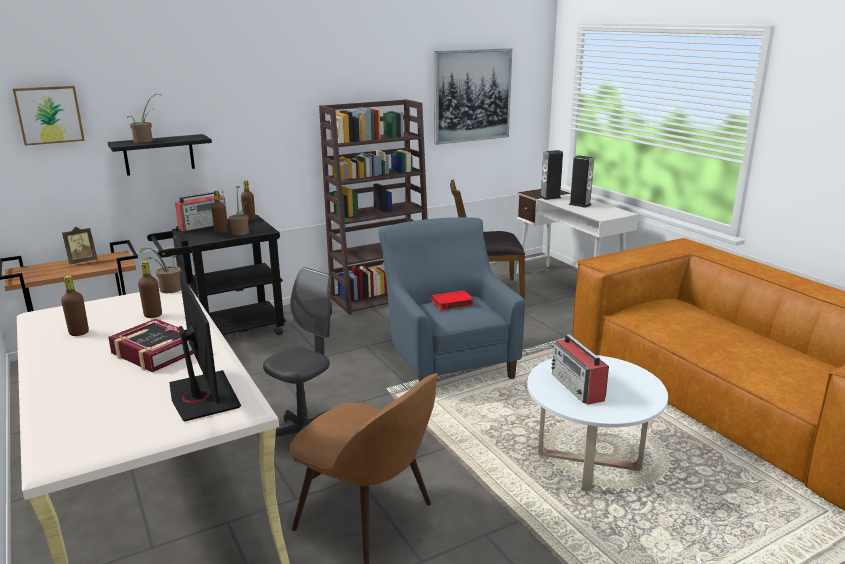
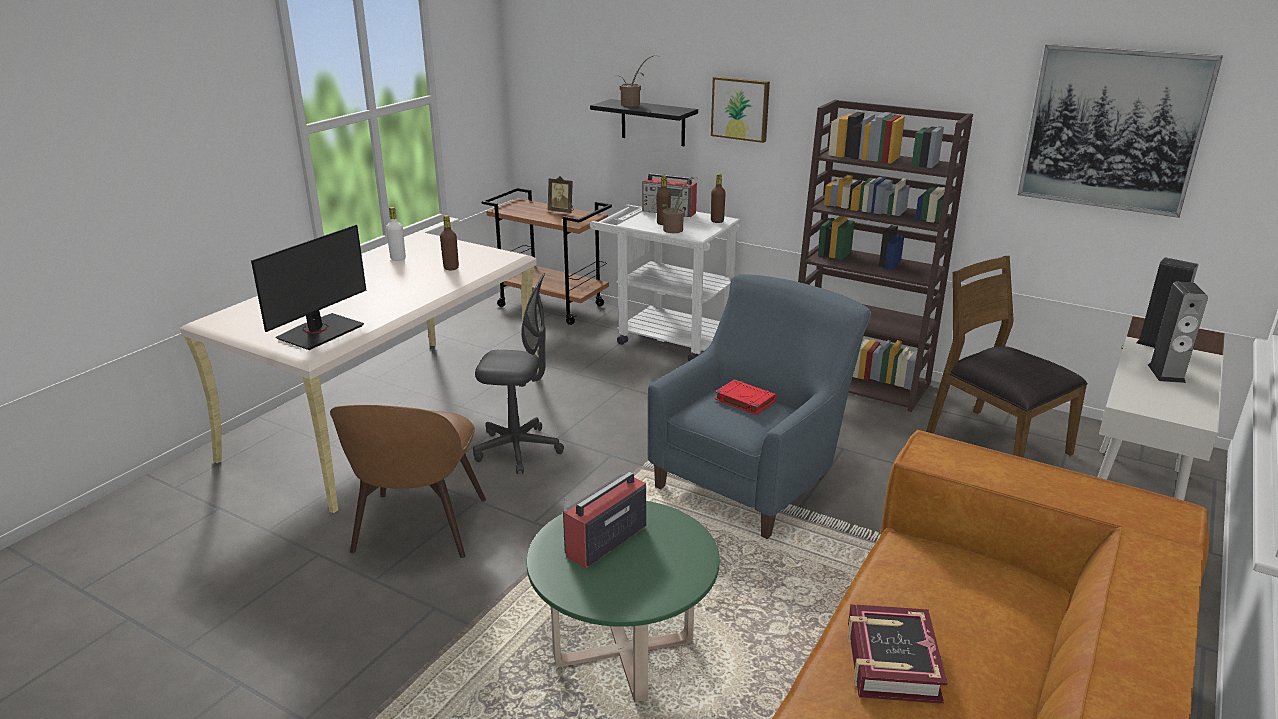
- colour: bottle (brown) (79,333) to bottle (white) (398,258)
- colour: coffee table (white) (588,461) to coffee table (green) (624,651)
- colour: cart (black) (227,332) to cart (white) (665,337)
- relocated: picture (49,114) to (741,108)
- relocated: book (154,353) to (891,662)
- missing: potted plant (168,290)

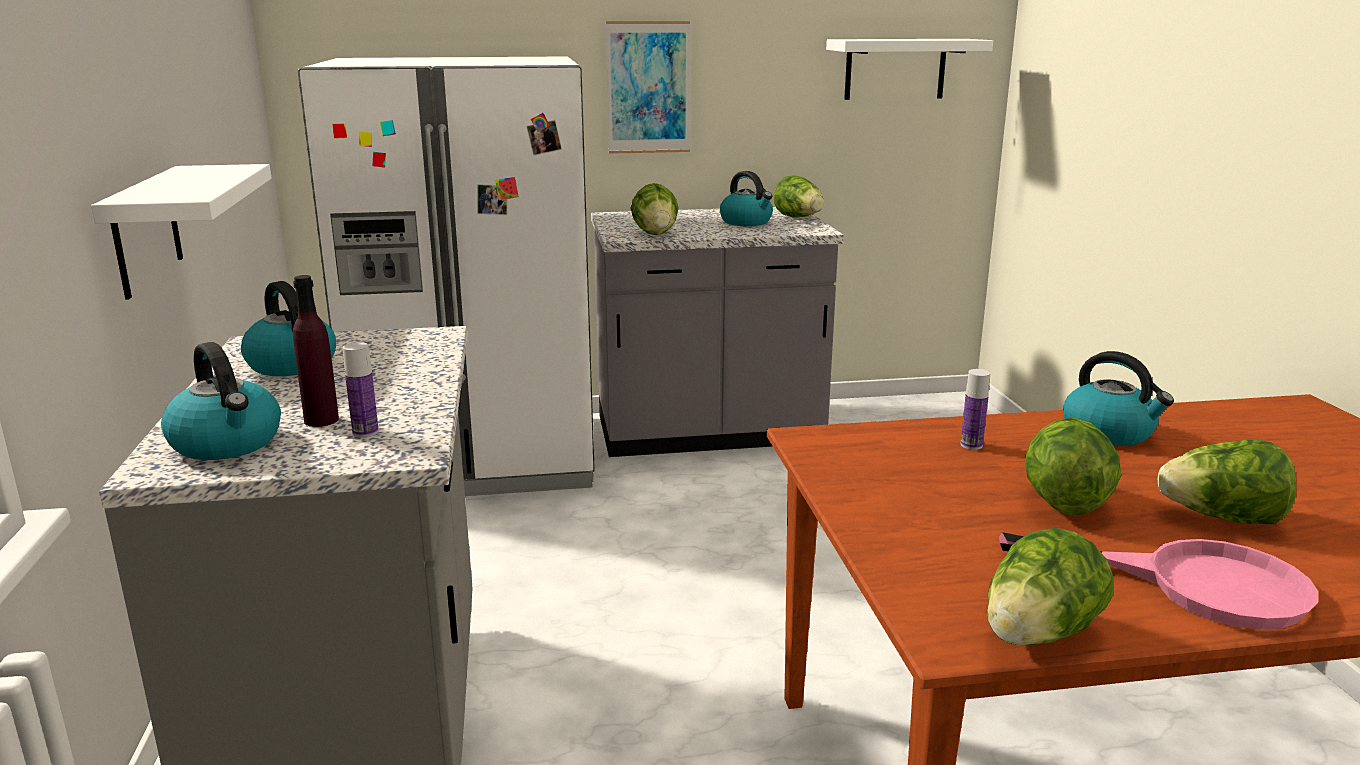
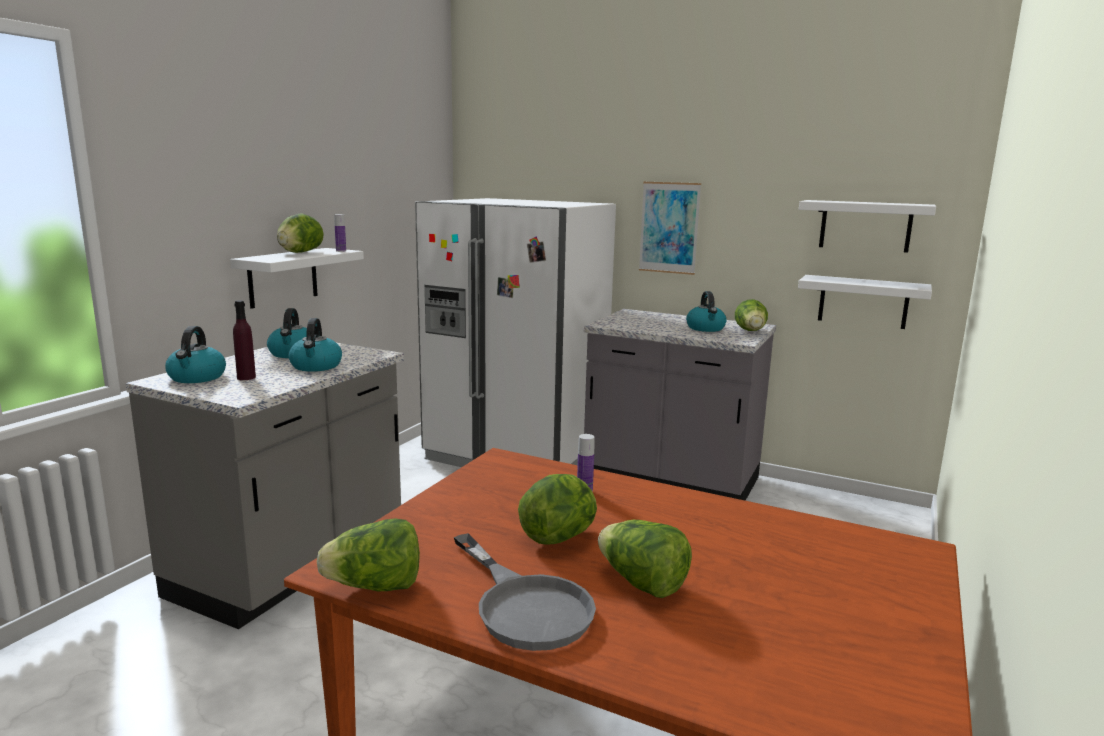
- relocated: lettuce (655,234) to (300,252)
- relocated: kettle (1109,433) to (316,366)
- relocated: bottle (365,432) to (341,251)
- colour: frying pan (pink) (1193,584) to frying pan (grey) (525,605)
- appeared: shelf (white) (863,302)

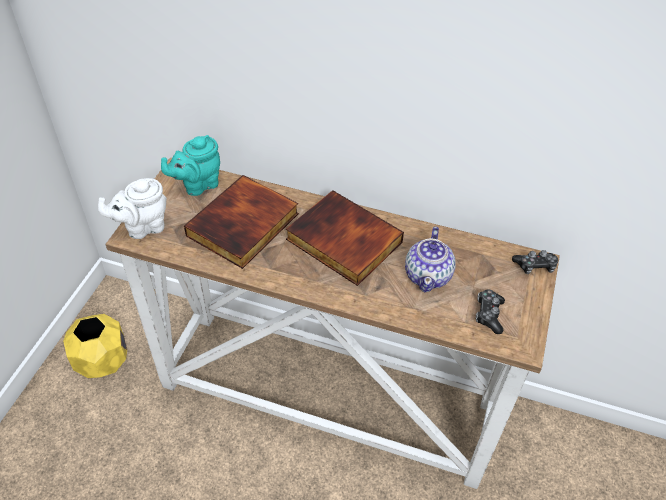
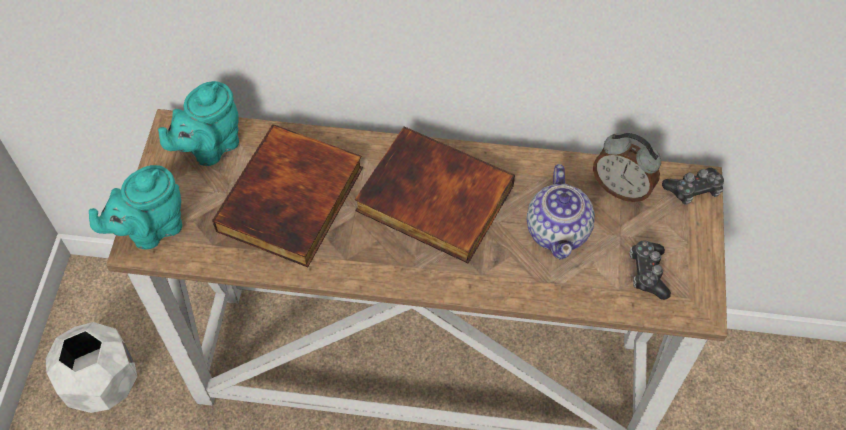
- colour: planter (yellow) (103,360) to planter (white) (102,382)
- colour: teapot (white) (142,227) to teapot (turquoise) (151,229)
- appeared: alarm clock (621,188)

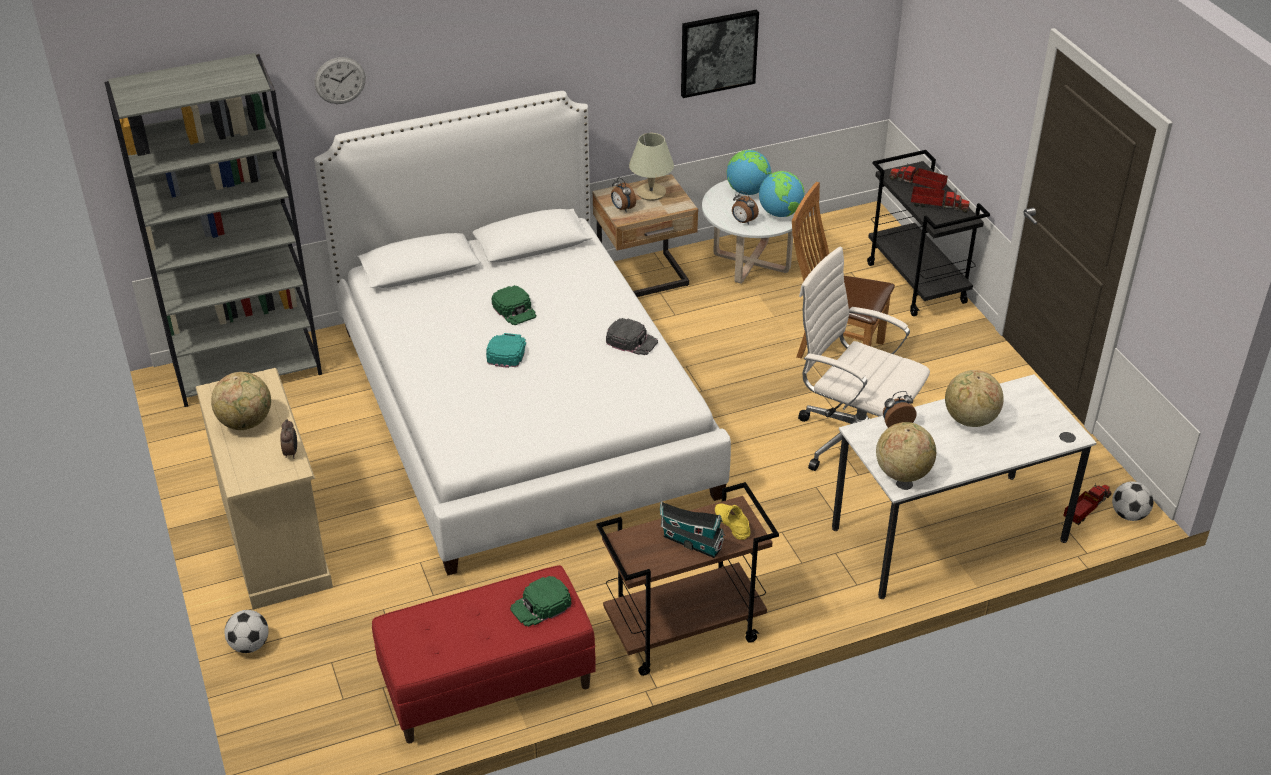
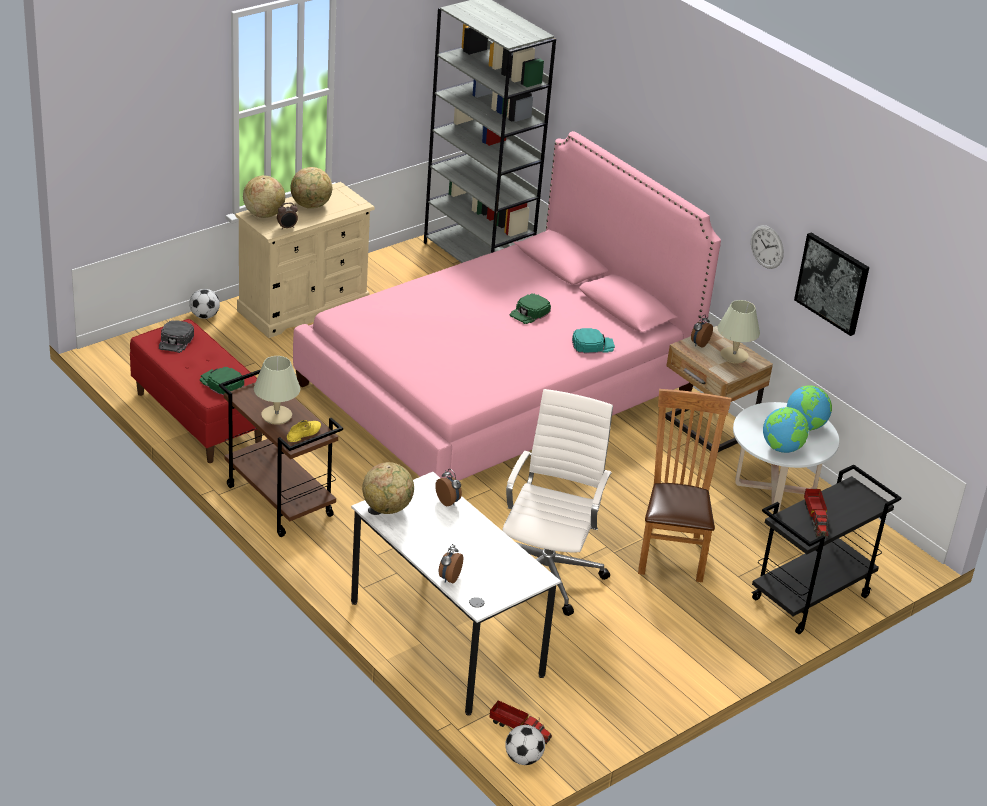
- relocated: cap (black) (632,341) to (176,340)
- relocated: globe (969,420) to (263,214)
- exchanged: toy house (690,542) to table lamp (beige) (276,416)
- colour: bed (white) (522,409) to bed (pink) (496,389)
- relocated: alarm clock (743,221) to (449,578)
- relocated: cap (turquoise) (507,351) to (592,345)
- relocated: wall clock (340,80) to (767,247)
- missing: toy truck (918,184)

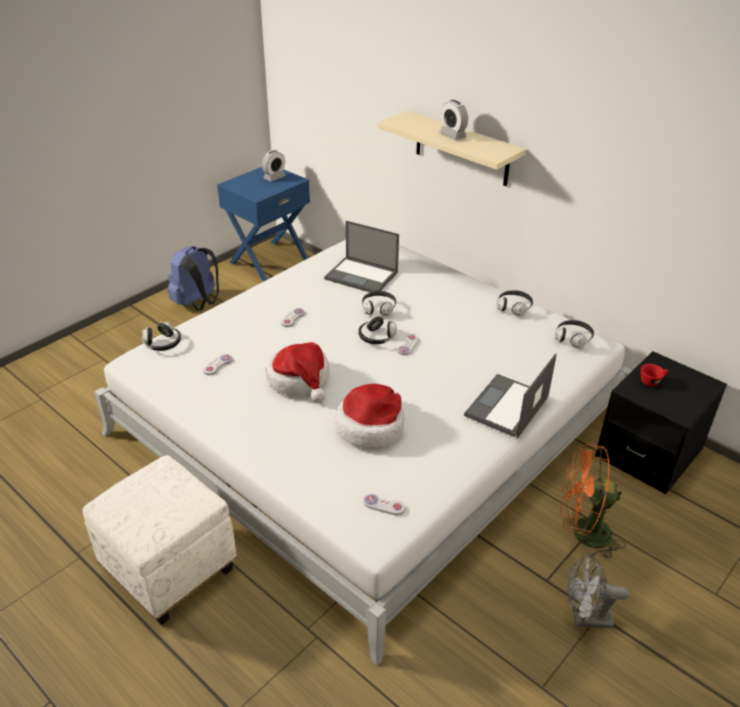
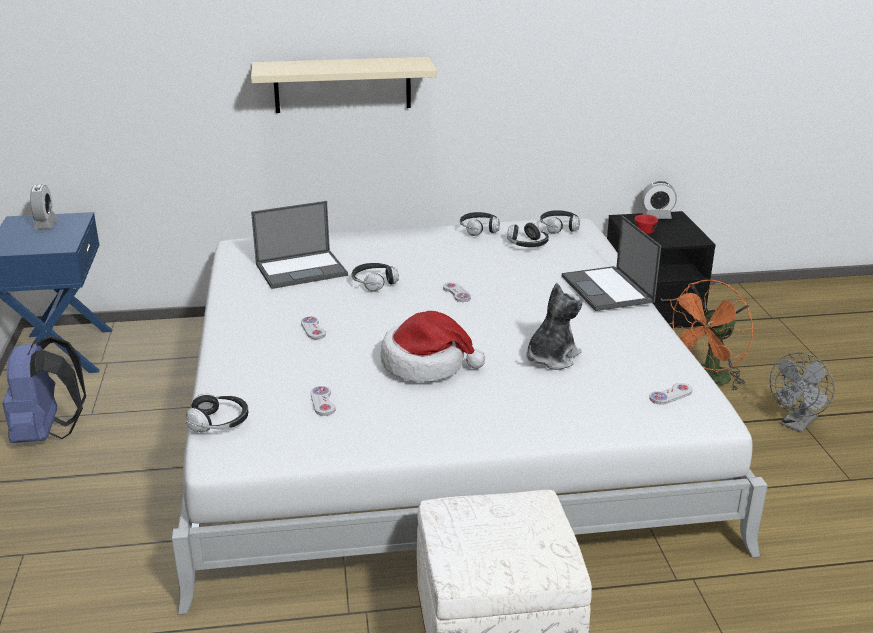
- relocated: headphones (377,337) to (527,245)
- exchanged: hat (371,426) to plush toy (551,358)
- relocated: alarm clock (452,135) to (656,217)

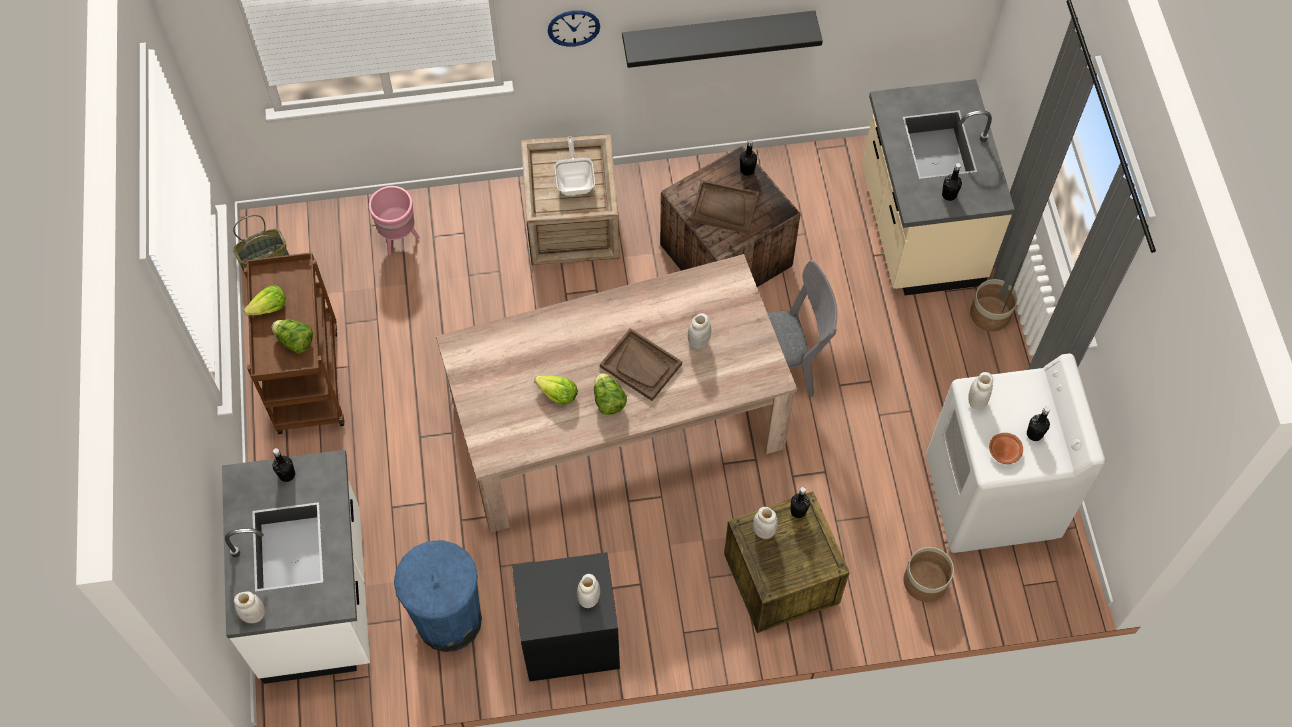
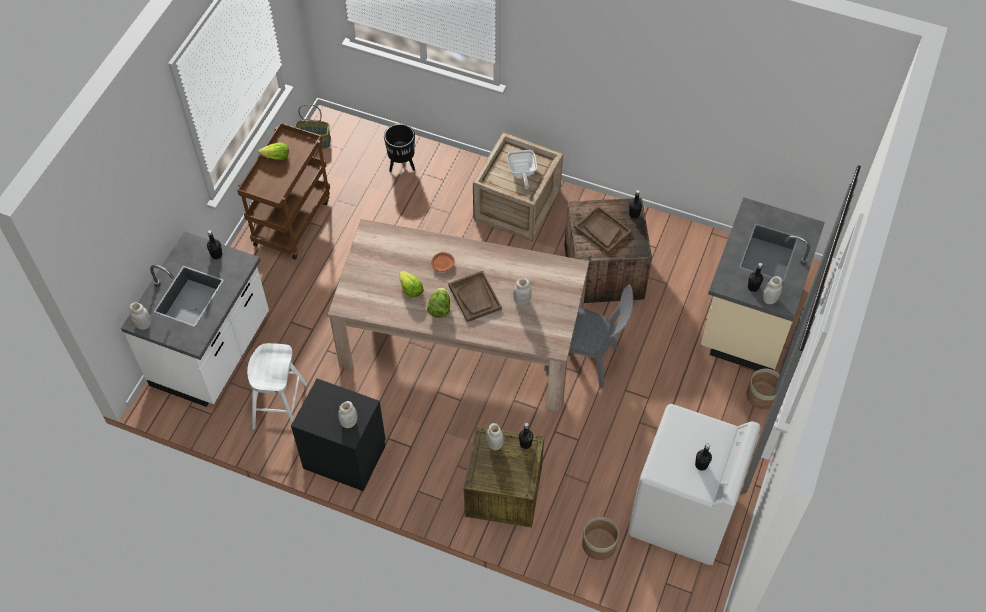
- exchanged: trash can (blue) (449,620) to stool (white) (280,406)
- colour: planter (pink) (399,238) to planter (black) (402,165)
- relocated: plate (brown) (1004,450) to (443,264)
- spun: frying pan (575,181) = (522,173) 150 degrees clockwise
- relocated: jar (white) (976,401) to (769,299)
- missing: lettuce (295,341)
- missing: wall clock (573,27)
- missing: shelf (black) (718,34)

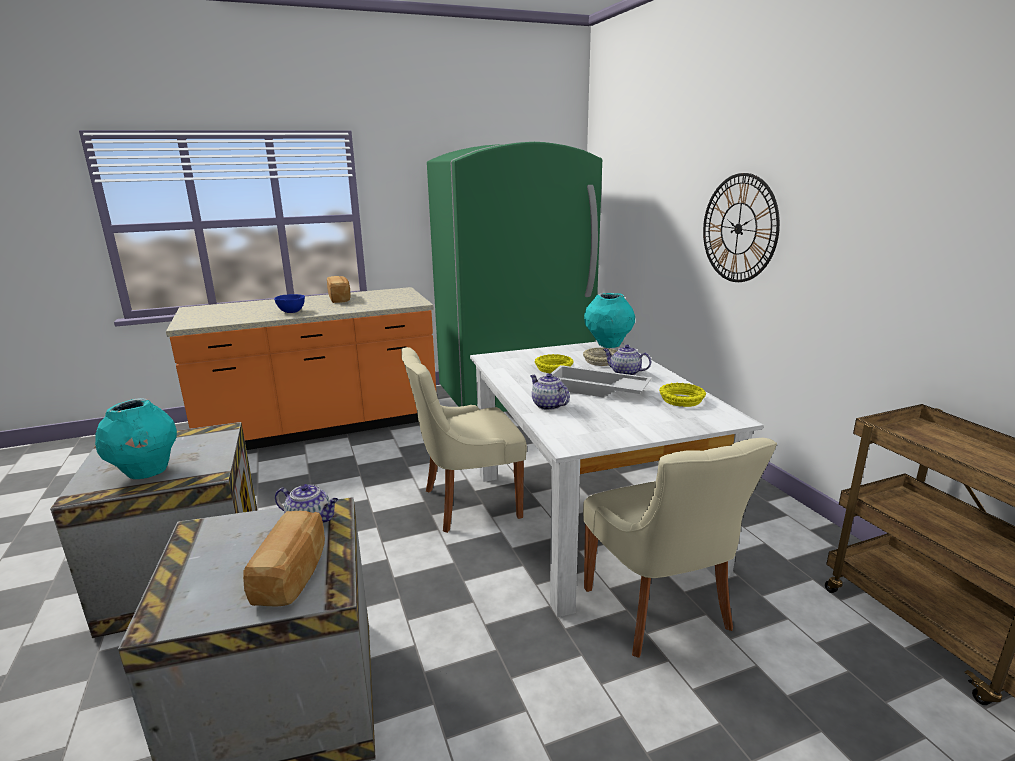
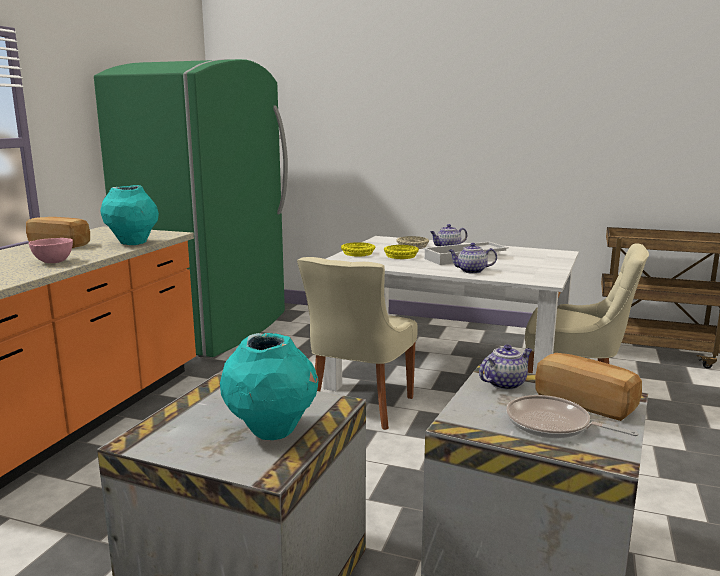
- colour: bowl (blue) (291,312) to bowl (pink) (52,262)
- relocated: vase (turquoise) (608,345) to (133,243)
- relocated: bowl (yellow) (682,400) to (358,253)
- appeared: frying pan (552,425)
- missing: wall clock (738,228)

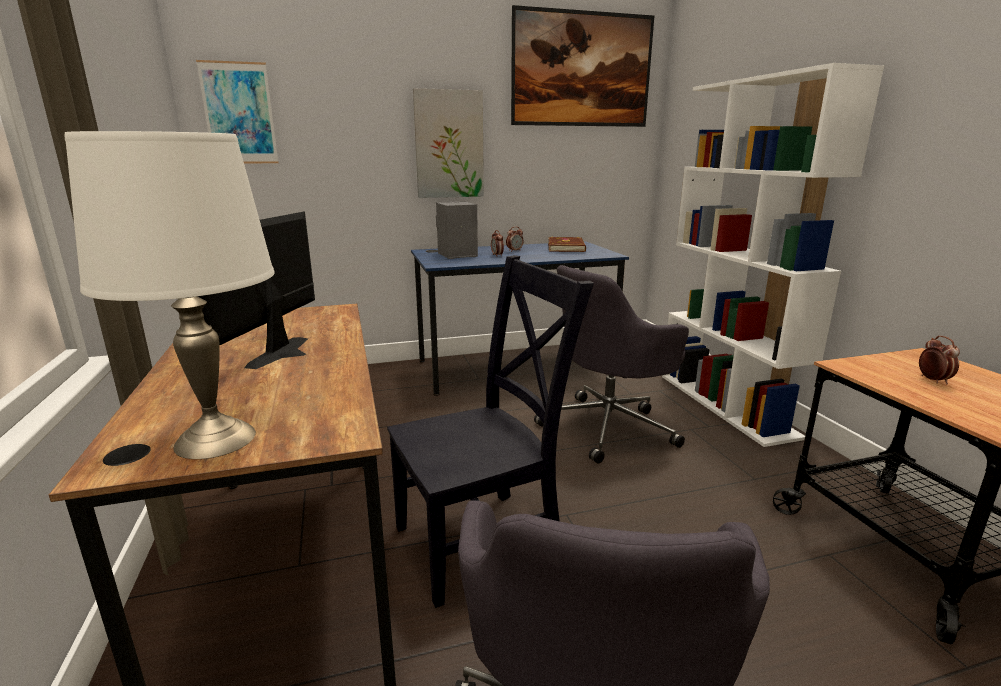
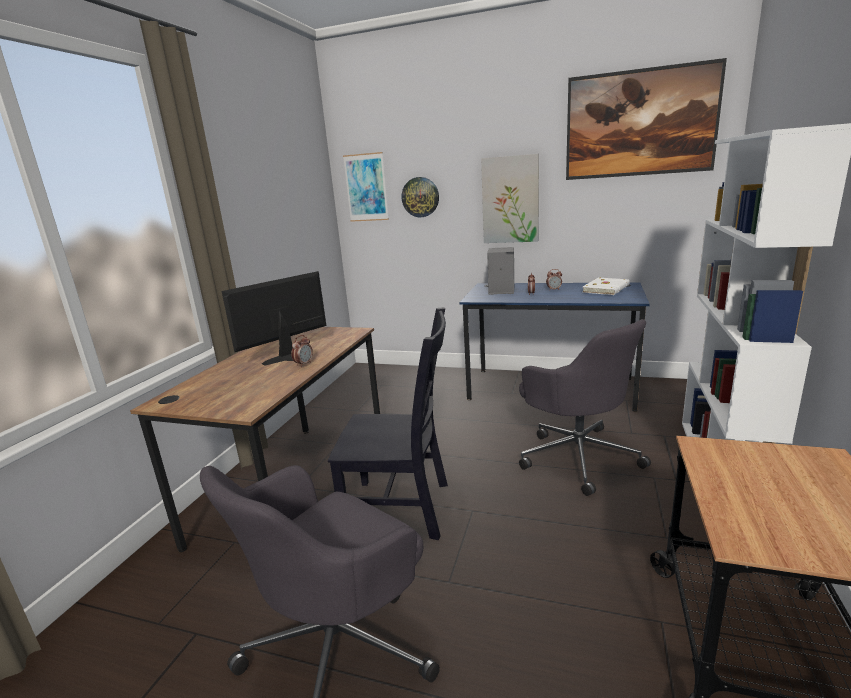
- relocated: alarm clock (933,380) to (304,364)
- appeared: wall clock (420,197)
- spun: office chair (grey) (609,427) = (578,456) 120 degrees counterclockwise
- colour: book (brown) (567,247) to book (white) (607,289)
- missing: table lamp (white) (216,439)

